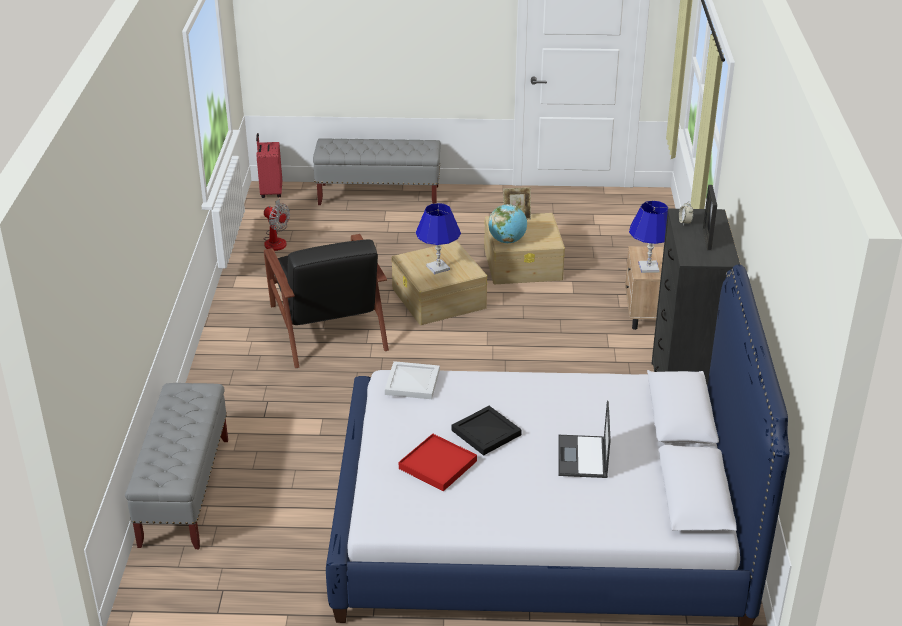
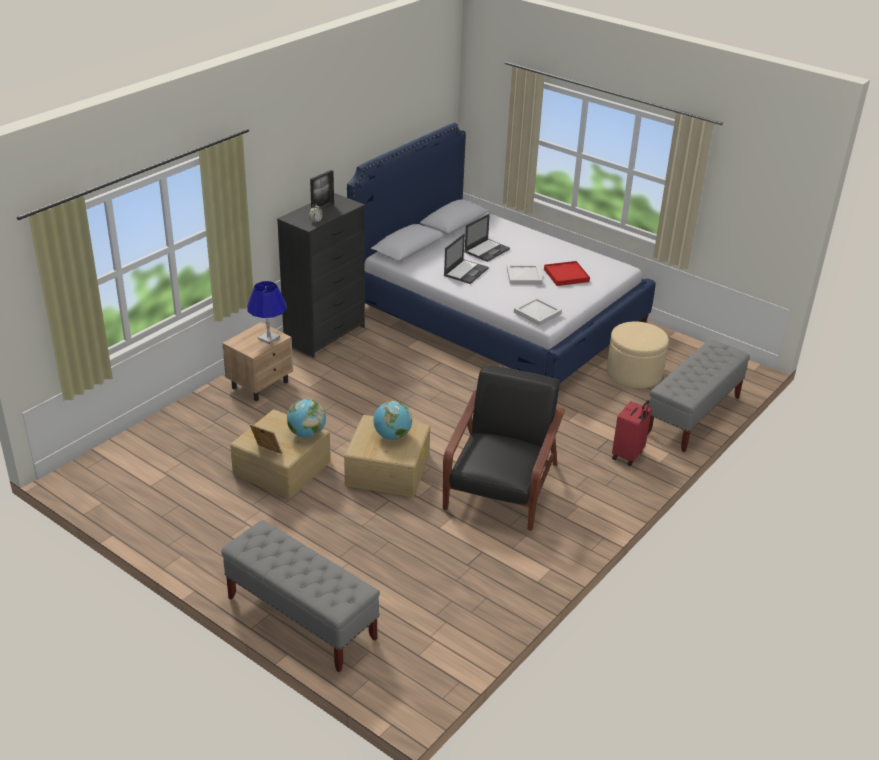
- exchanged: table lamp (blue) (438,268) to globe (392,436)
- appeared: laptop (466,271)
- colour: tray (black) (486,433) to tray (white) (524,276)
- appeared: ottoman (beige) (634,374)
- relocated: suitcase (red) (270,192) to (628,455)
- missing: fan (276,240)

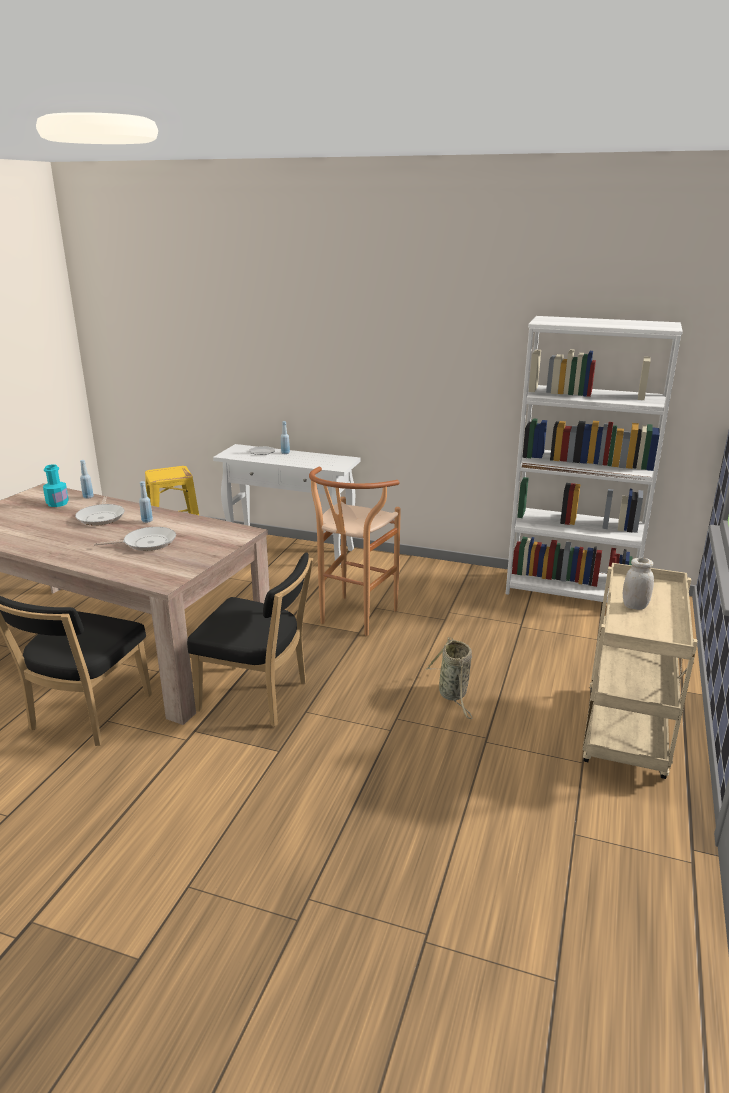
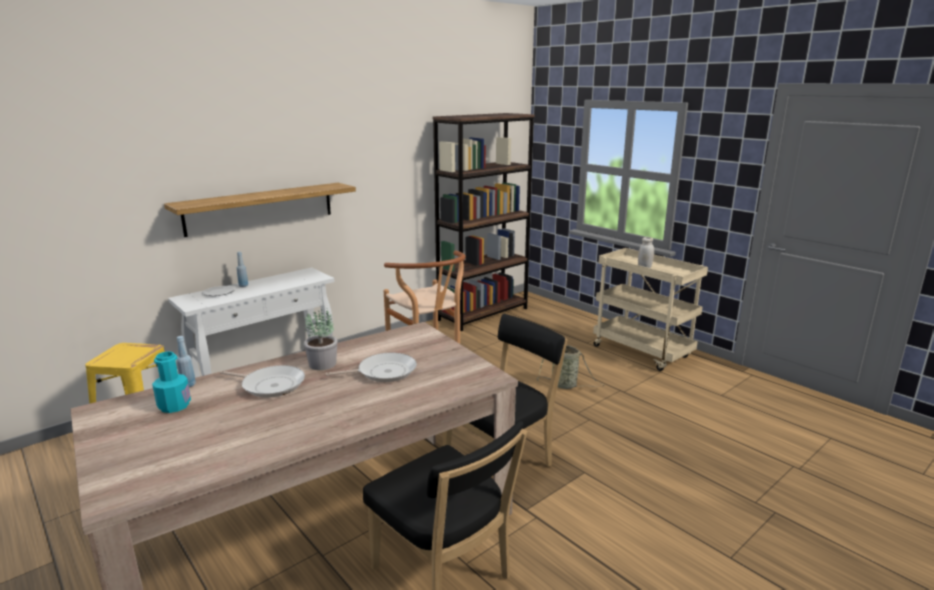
- appeared: shelf (260,208)
- exchanged: bottle (blue) (147,521) to potted plant (323,364)
- spun: frying pan (146,543) = (383,372) 60 degrees clockwise
- colour: bookcase (white) (570,592) to bookcase (brown) (483,314)

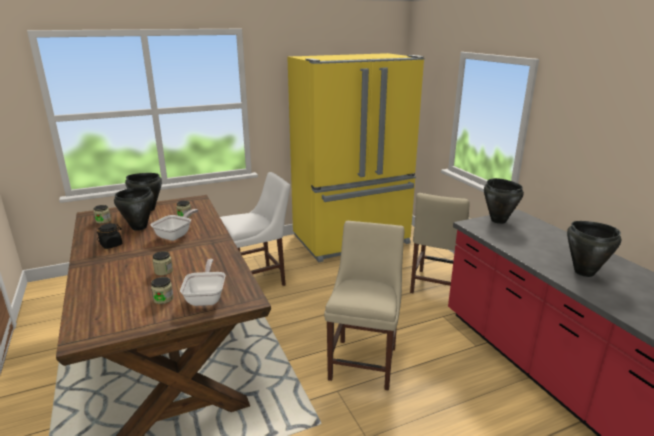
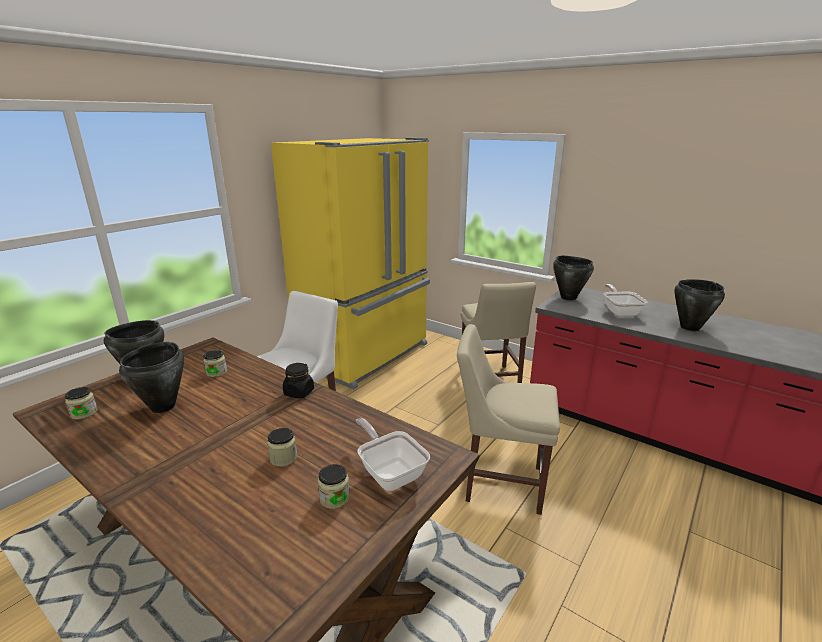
- relocated: jar (black) (111,245) to (299,392)
- spun: chair (beige) (364,360) = (499,482) 60 degrees counterclockwise
- relocated: frying pan (176,235) to (620,311)

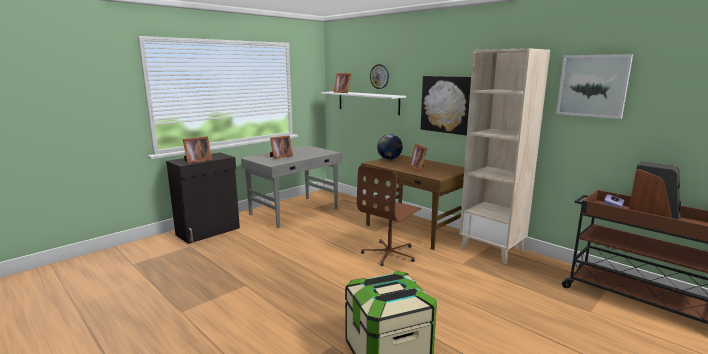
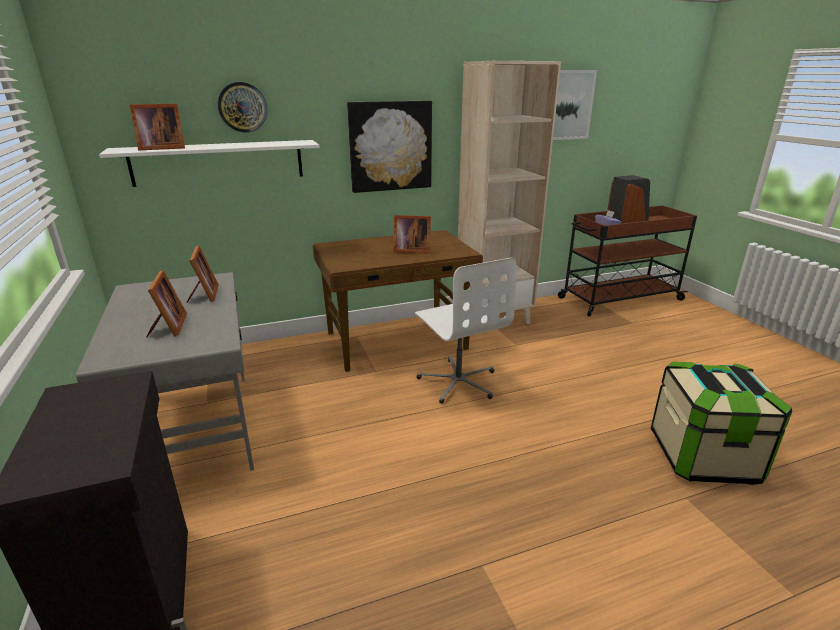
- relocated: picture frame (197,161) to (204,295)
- colour: office chair (brown) (390,254) to office chair (white) (458,381)
- missing: globe (389,159)

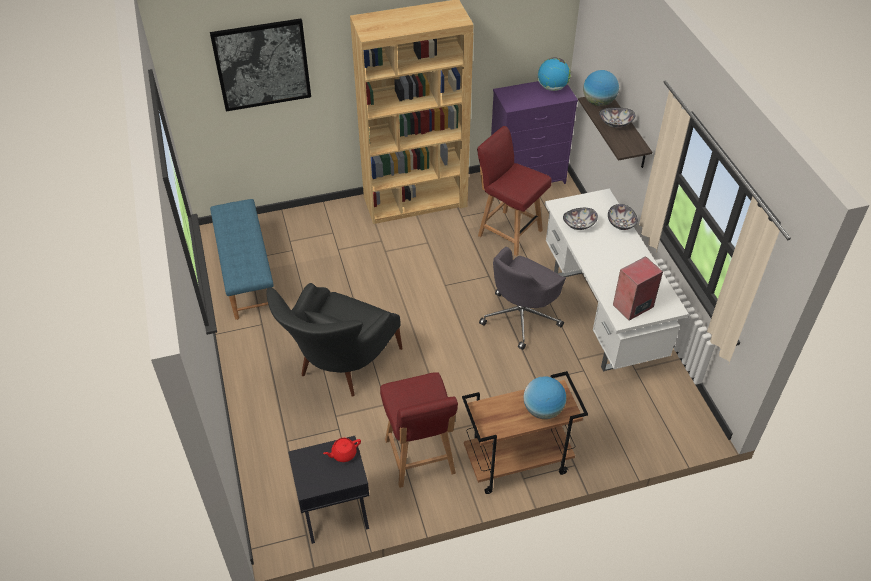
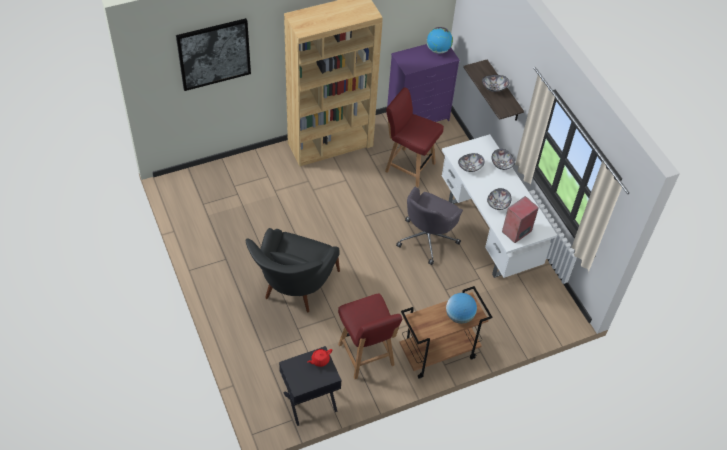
- appeared: bowl (497,204)
- missing: bench (blue) (246,273)
- missing: globe (598,102)

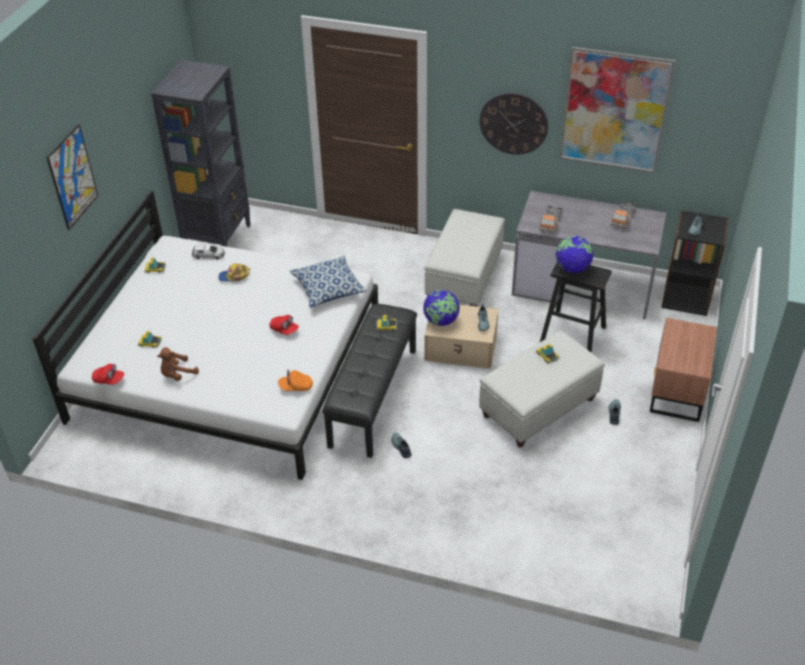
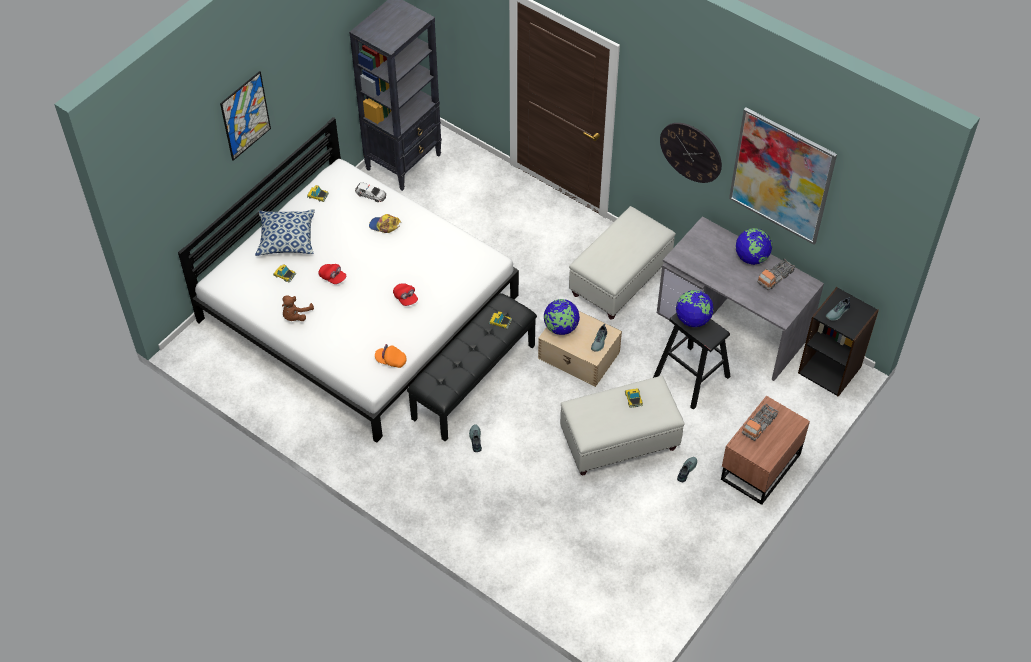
- relocated: pillow (328,289) to (286,239)
- spun: plush toy (brown) (177,375) = (295,315) 45 degrees counterclockwise
- relocated: cap (red) (109,380) to (332,277)
- appeared: globe (751,257)
- relocated: toy truck (550,222) to (759,424)

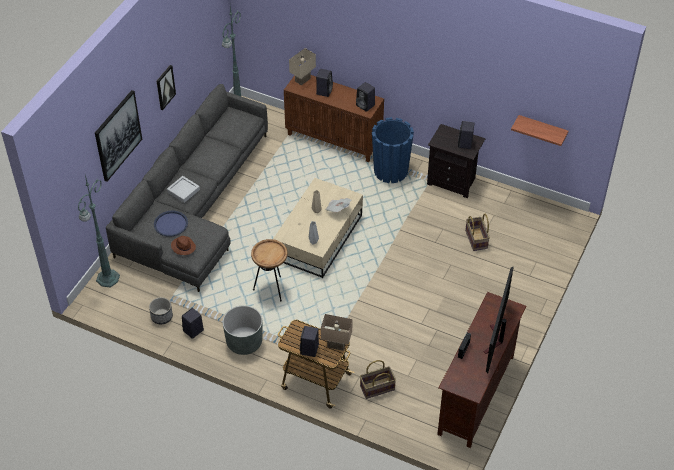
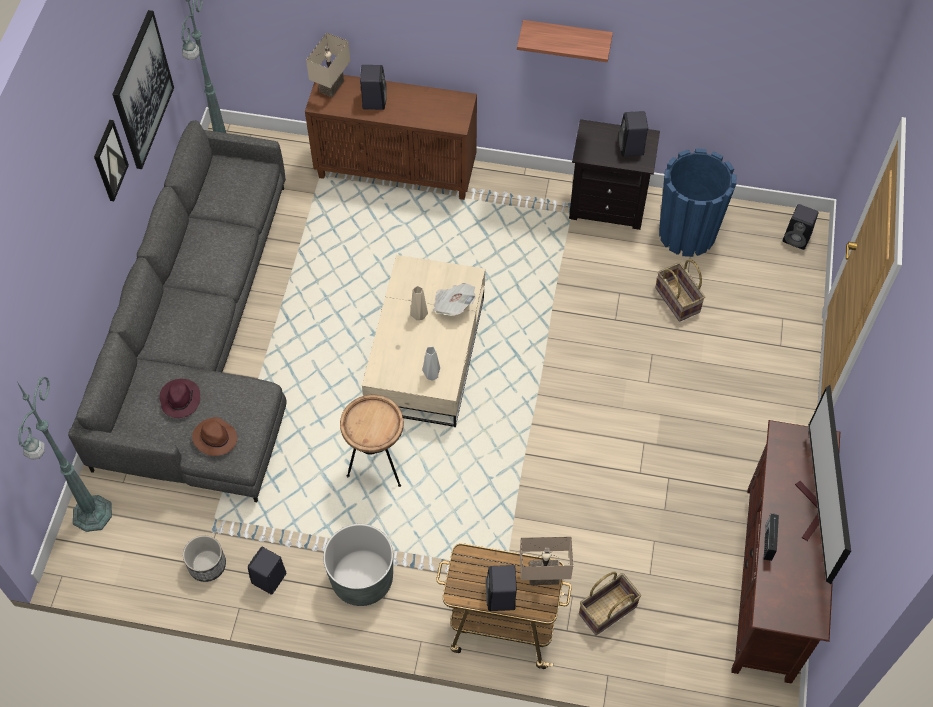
- relocated: picture (117,135) to (142,90)
- exchanged: tray (blue) (170,224) to hat (purple) (180,399)
- relocated: shelf (542,129) to (566,38)
- relocated: planter (blue) (390,171) to (687,233)
- relocated: speaker (black) (366,105) to (797,238)
- missing: tray (grey) (183,191)

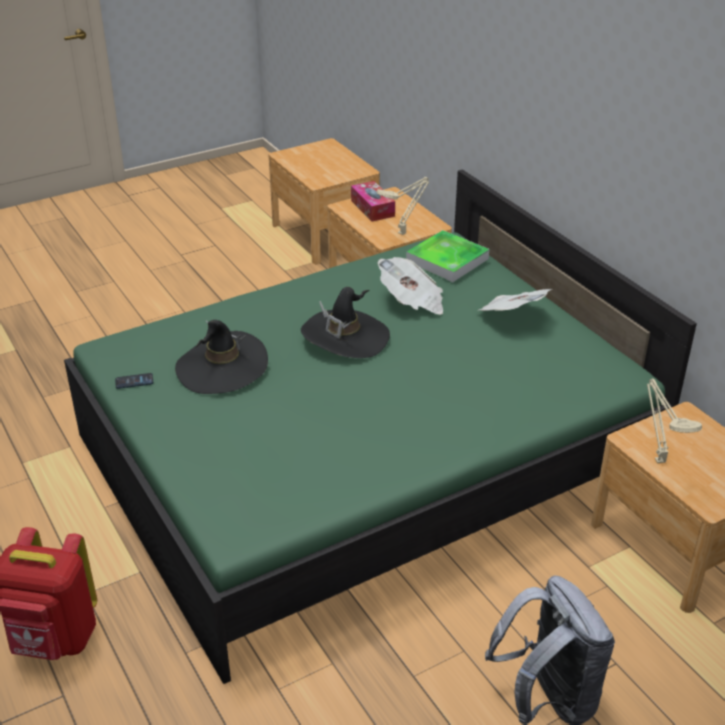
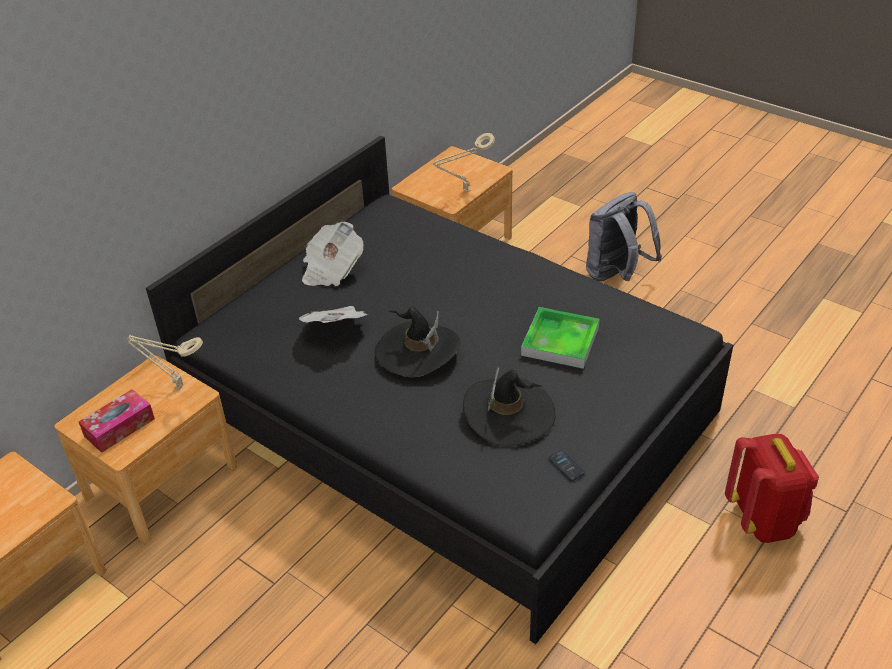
- colour: bed (green) (362,456) to bed (black) (448,415)
- relocated: tray (447,260) to (560,341)

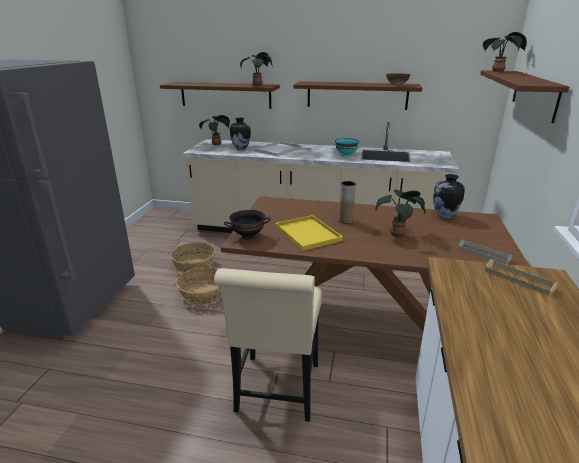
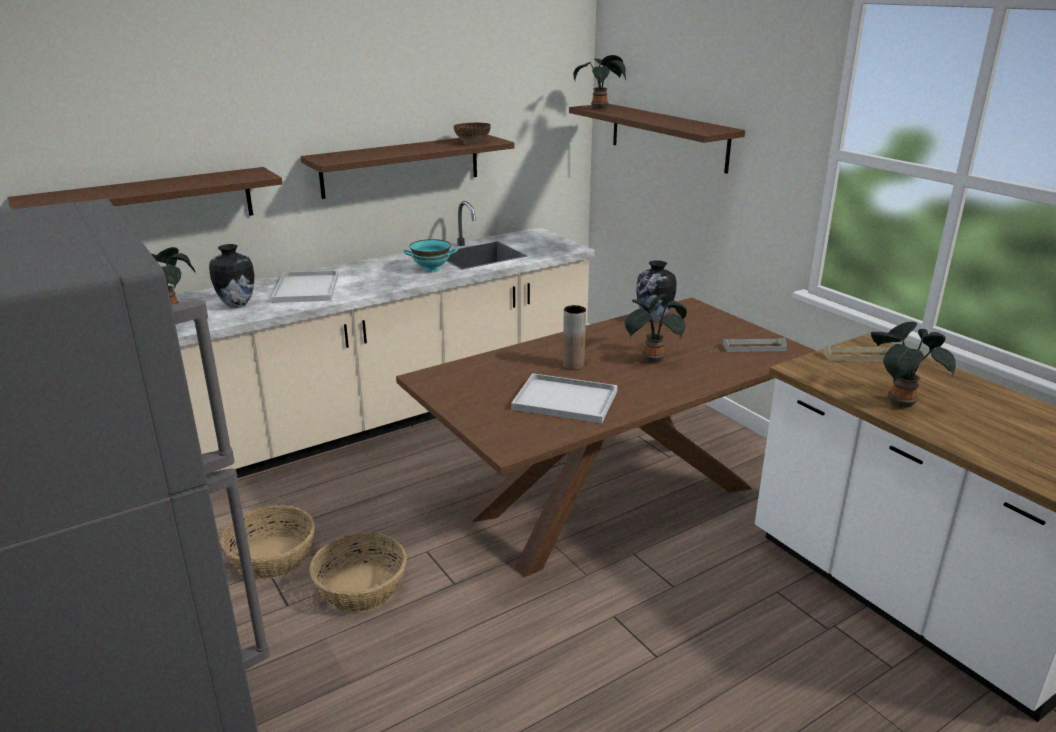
- colour: tray (yellow) (309,234) to tray (white) (567,400)
- relocated: potted plant (258,85) to (898,402)
- missing: chair (beige) (276,392)
- missing: bowl (black) (248,236)

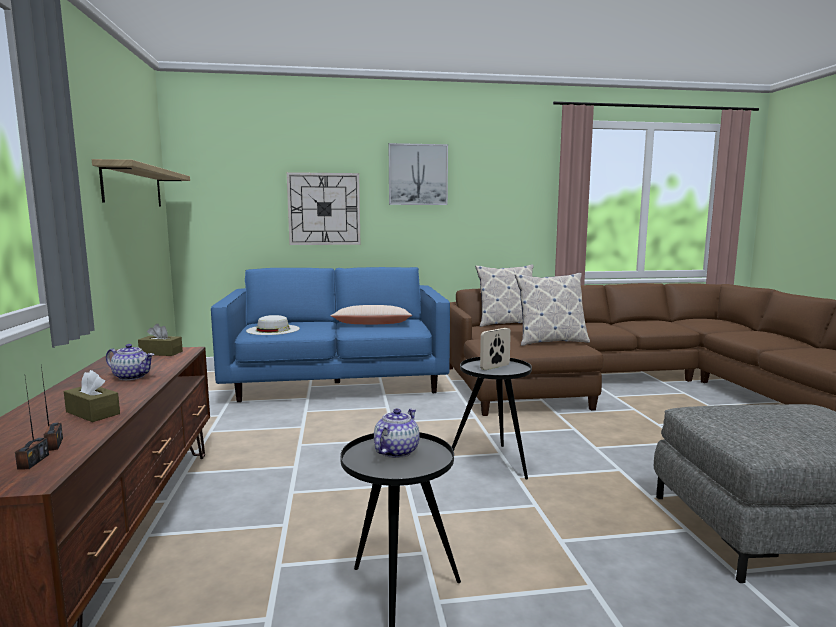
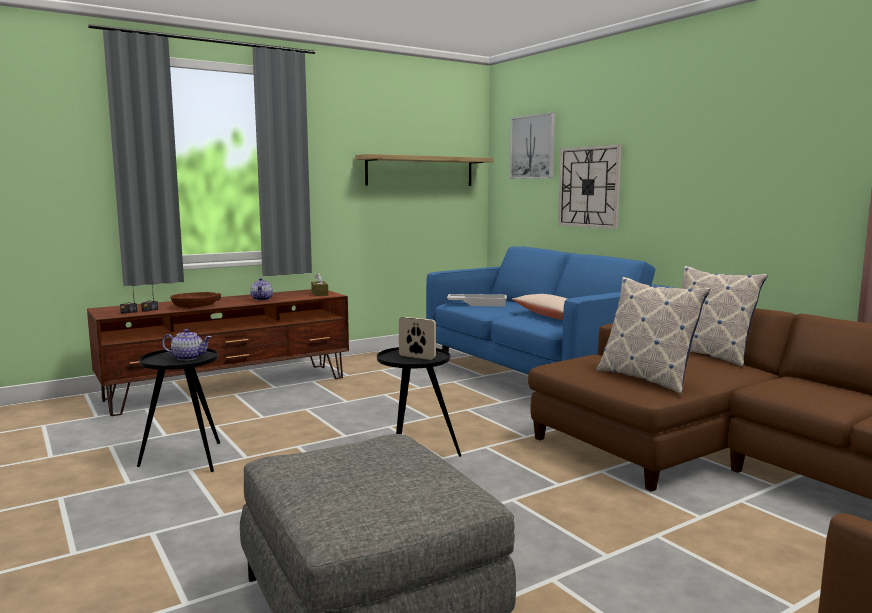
- exchanged: tissue box (brown) (93,413) to bowl (brown) (195,306)
- exchanged: hat (white) (273,330) to tray (white) (477,304)
- relocated: picture (418,174) to (533,147)

